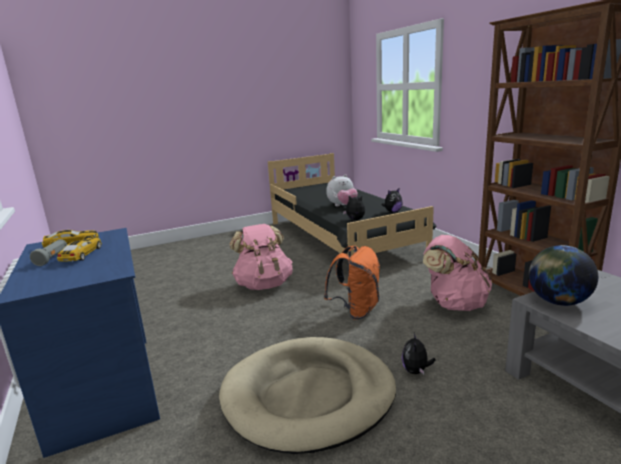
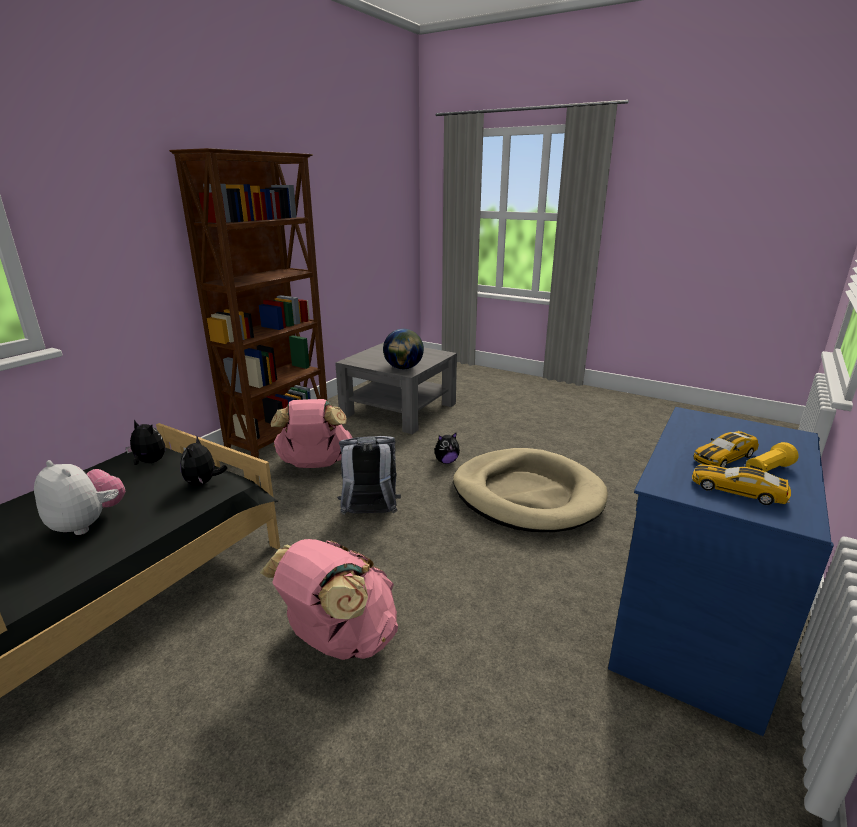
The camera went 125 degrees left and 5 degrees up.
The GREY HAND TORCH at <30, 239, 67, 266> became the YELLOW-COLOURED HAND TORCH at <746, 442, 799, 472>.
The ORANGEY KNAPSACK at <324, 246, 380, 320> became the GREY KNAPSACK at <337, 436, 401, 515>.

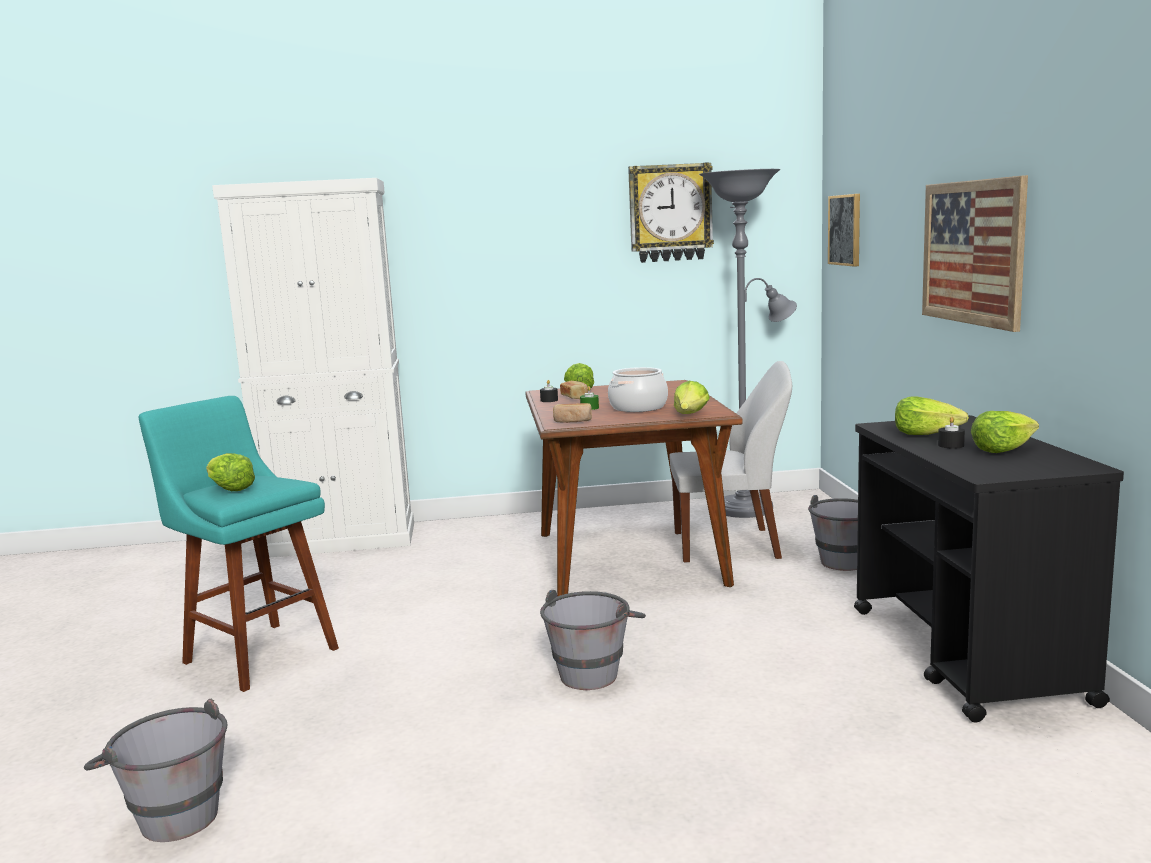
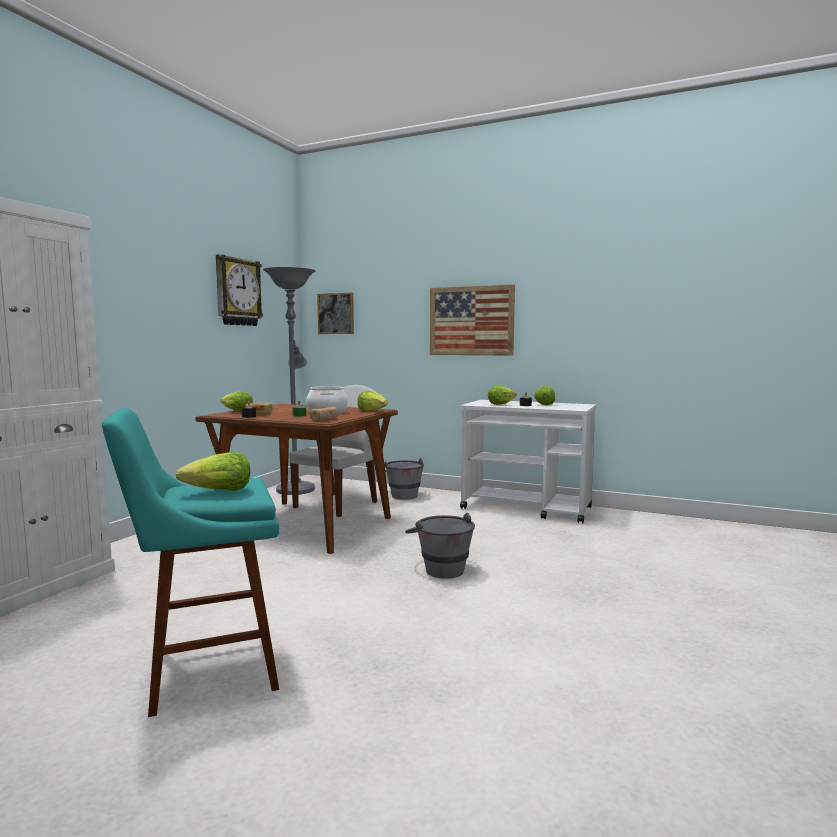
The camera went 60 degrees left and 5 degrees down.
The GREY PAIL at <84, 699, 227, 842> disappeared.
The BLACK CART at <854, 415, 1124, 723> became the WHITISH CART at <460, 400, 596, 524>.

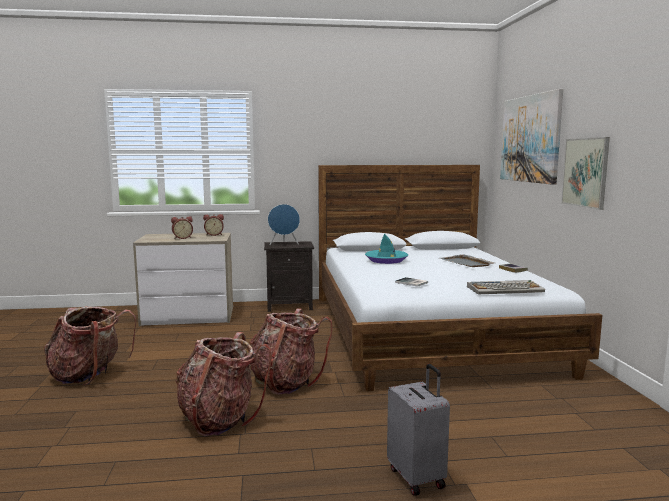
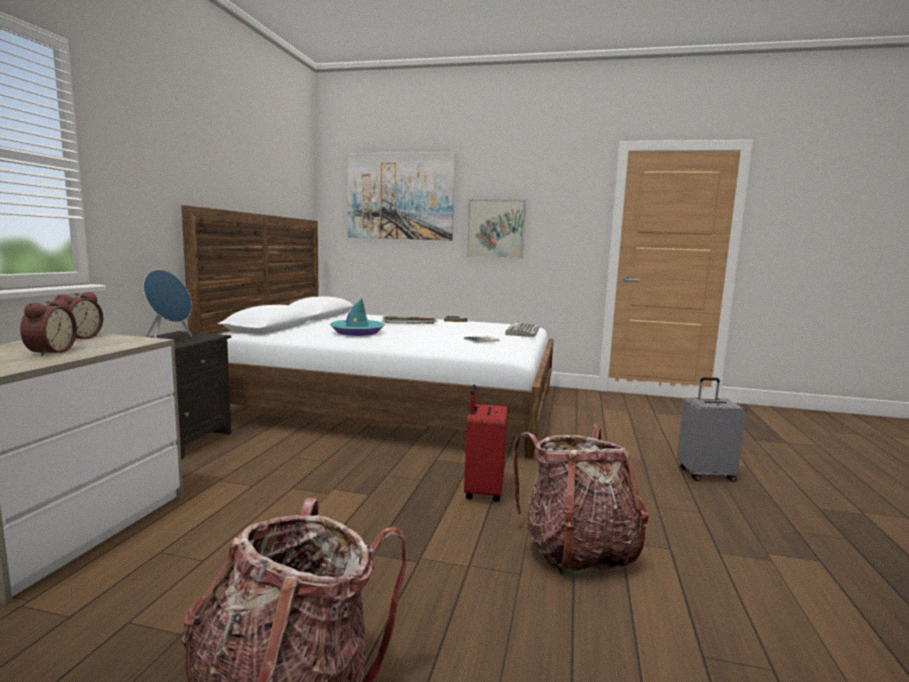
The camera went 70 degrees left and 0 degrees up.
The KNAPSACK at <250, 308, 332, 395> was replaced by the RED PIECE OF LUGGAGE at <464, 385, 508, 502>.

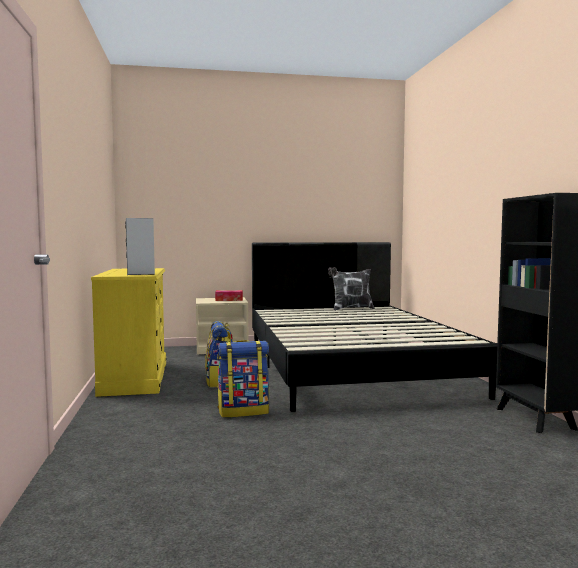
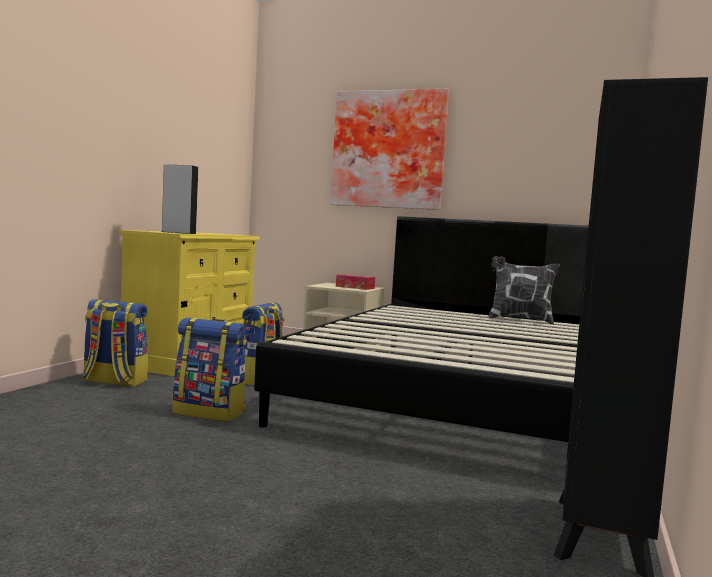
The camera went 30 degrees right and 0 degrees up.
The KNAPSACK at <82, 300, 148, 387> appeared.
The WALL PICTURE at <331, 89, 449, 210> appeared.

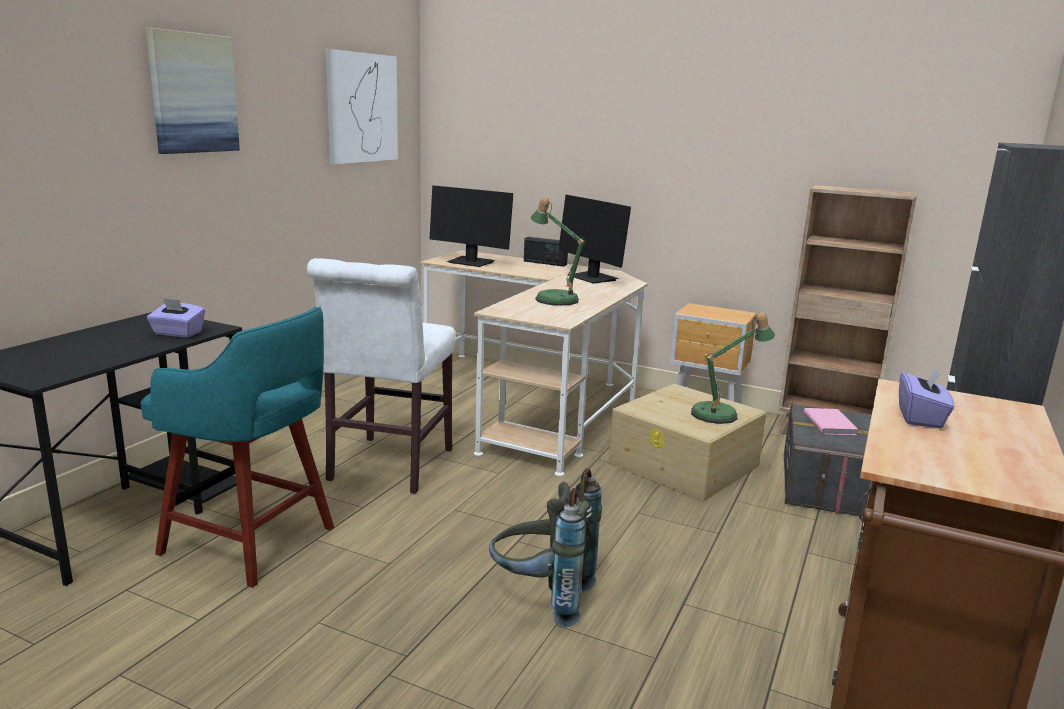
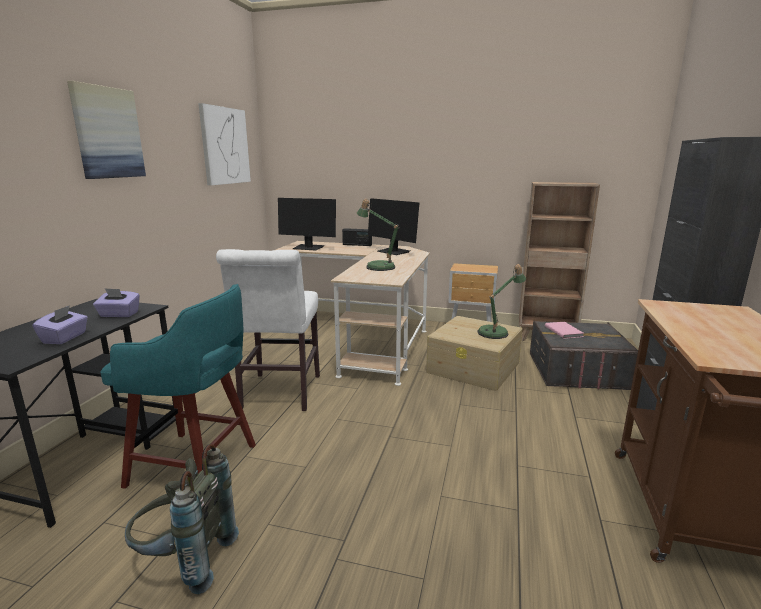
The camera went 10 degrees left and 0 degrees up.
The GREY KNAPSACK moved from <489, 468, 602, 627> to <125, 444, 239, 595>.
The PURPLE BOX OF TISSUES moved from <899, 367, 954, 428> to <33, 305, 88, 344>.

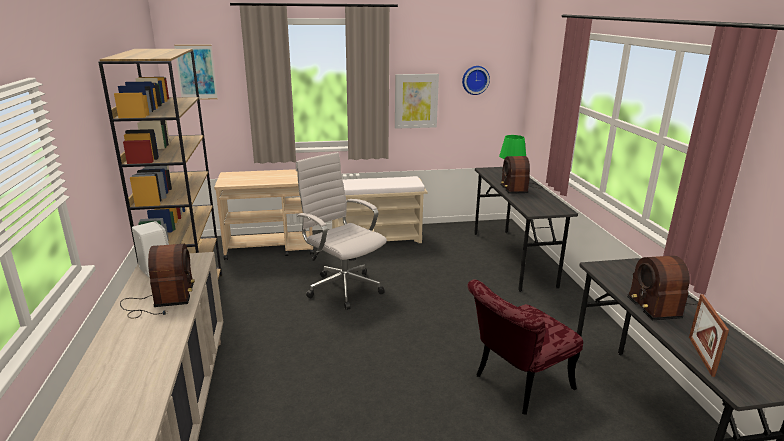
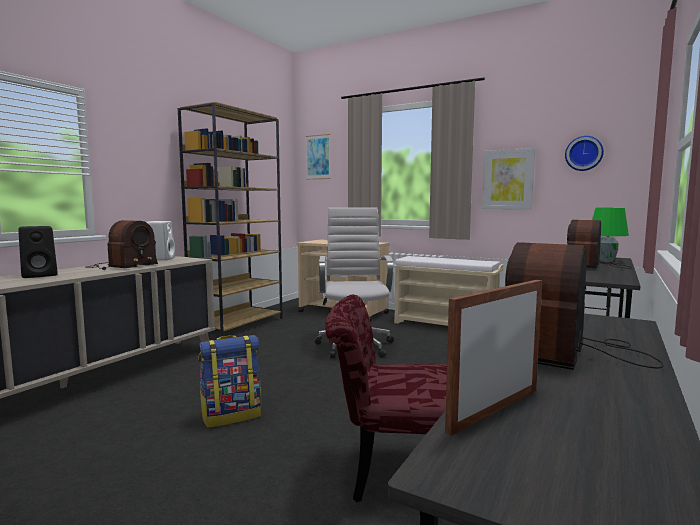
The camera went 40 degrees right and 15 degrees down.
The BLACK LOUDSPEAKER at <18, 226, 58, 278> appeared.
The KNAPSACK at <198, 335, 261, 428> appeared.

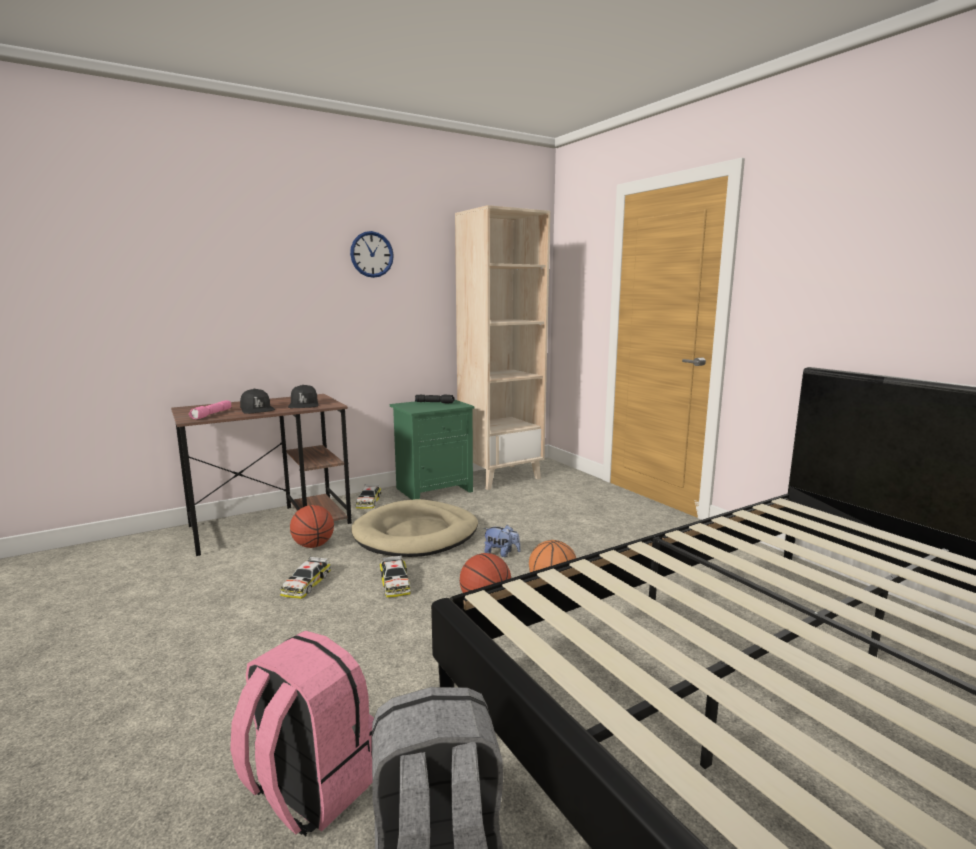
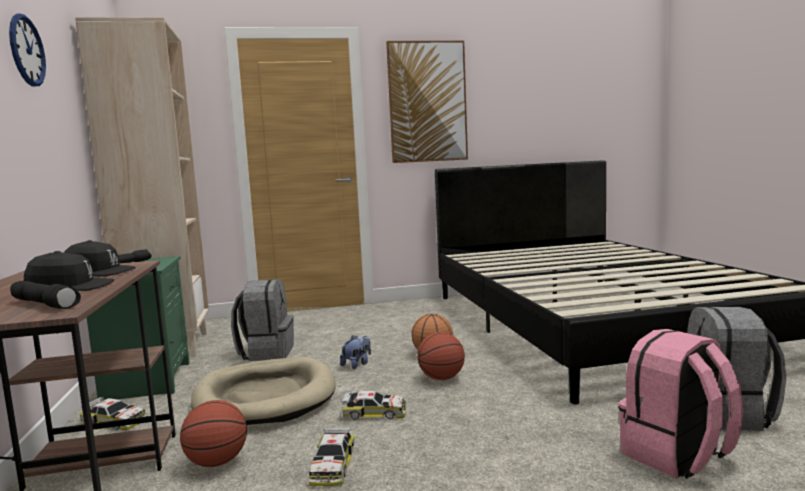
The camera went 70 degrees left and 5 degrees down.
The GREY KNAPSACK at <231, 279, 294, 361> appeared.
The WALL PICTURE at <386, 41, 468, 163> appeared.
The PINK HAND TORCH at <189, 400, 231, 419> became the BLACK HAND TORCH at <10, 281, 81, 309>.
The MINIATURE CAR at <280, 556, 331, 599> turned 60 degrees clockwise.

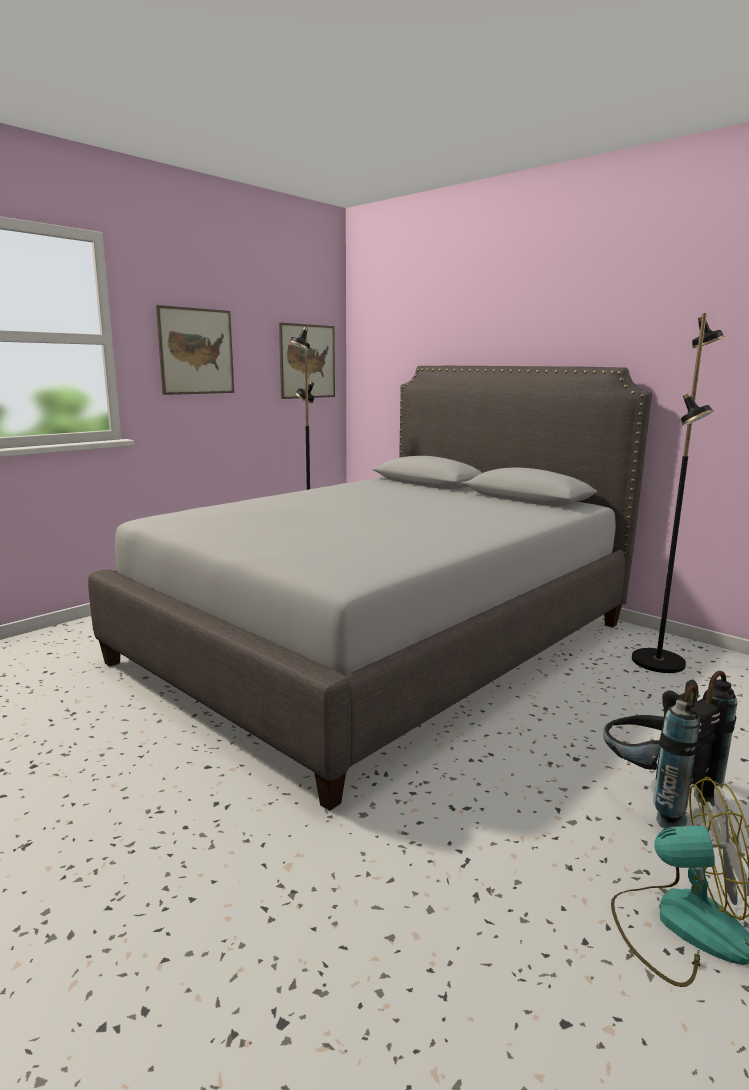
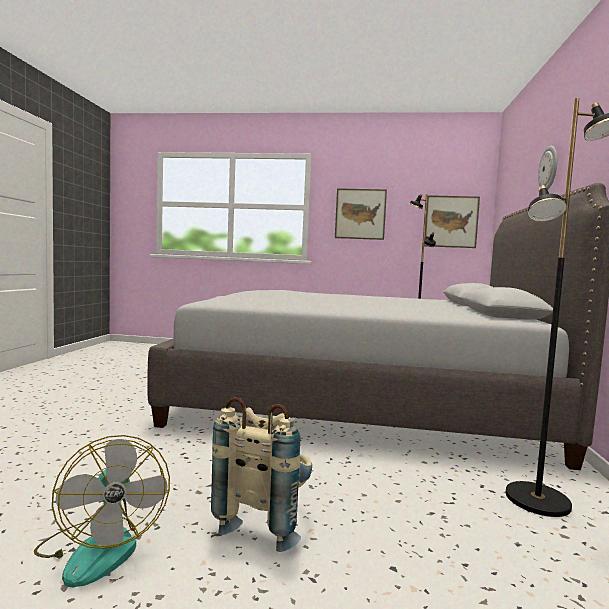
The camera went 55 degrees right and 10 degrees down.
The HANGING CLOCK at <538, 146, 557, 189> appeared.
The BLACK KNAPSACK at <603, 671, 737, 829> became the SAND-COLOURED KNAPSACK at <211, 397, 312, 552>.

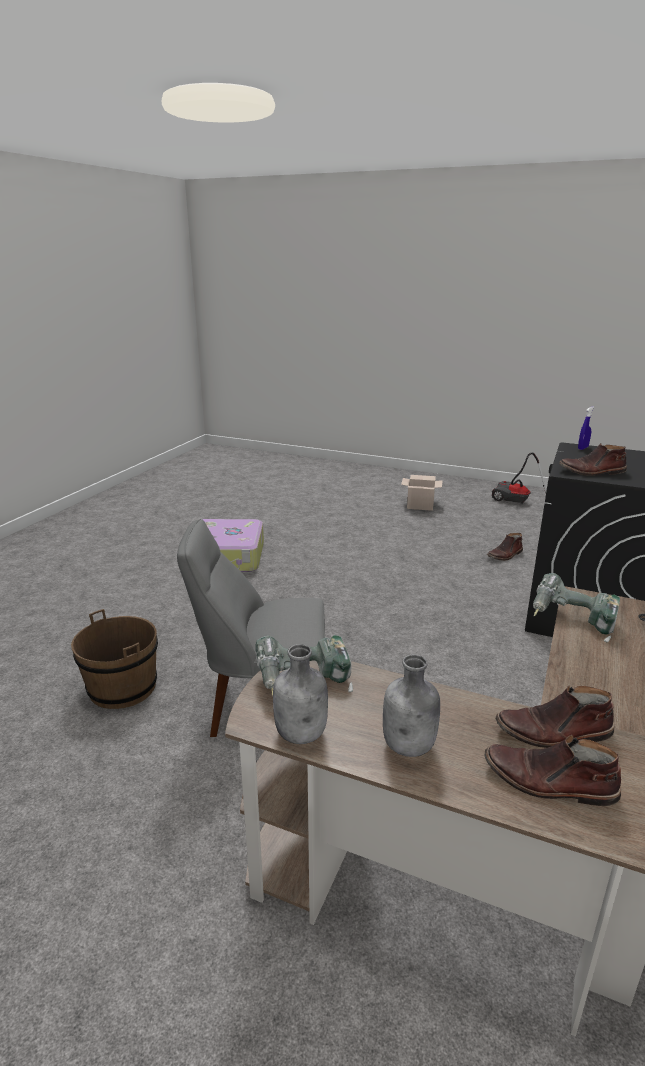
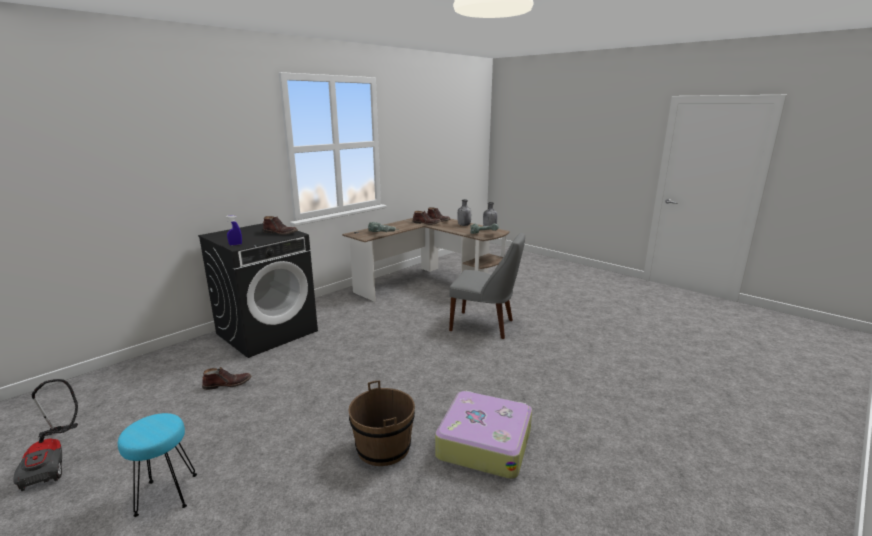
The camera went 160 degrees left and 5 degrees down.
The BROWN PAIL moved from <71, 609, 158, 709> to <349, 380, 415, 466>.
The CARDBOARD BOX at <401, 475, 443, 511> was replaced by the BLUE-GREEN SITTING STOOL at <118, 413, 197, 517>.

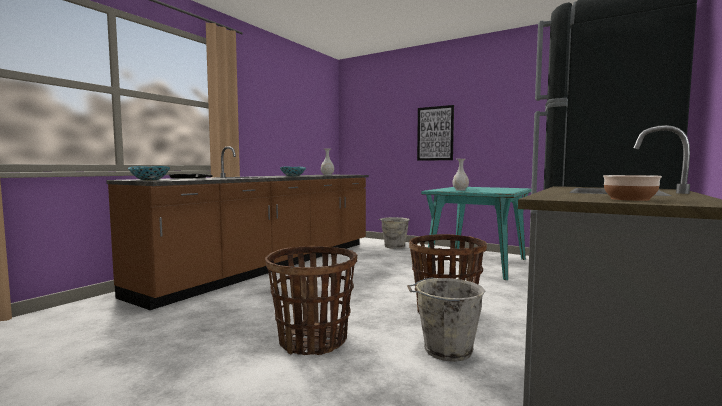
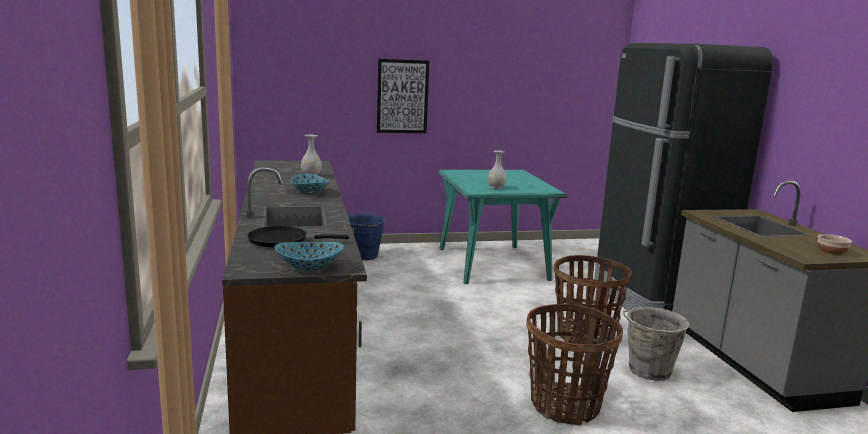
The camera went 45 degrees left and 10 degrees up.
The GREY PAIL at <379, 217, 410, 249> became the BLUE-COLOURED PAIL at <348, 214, 387, 260>.

